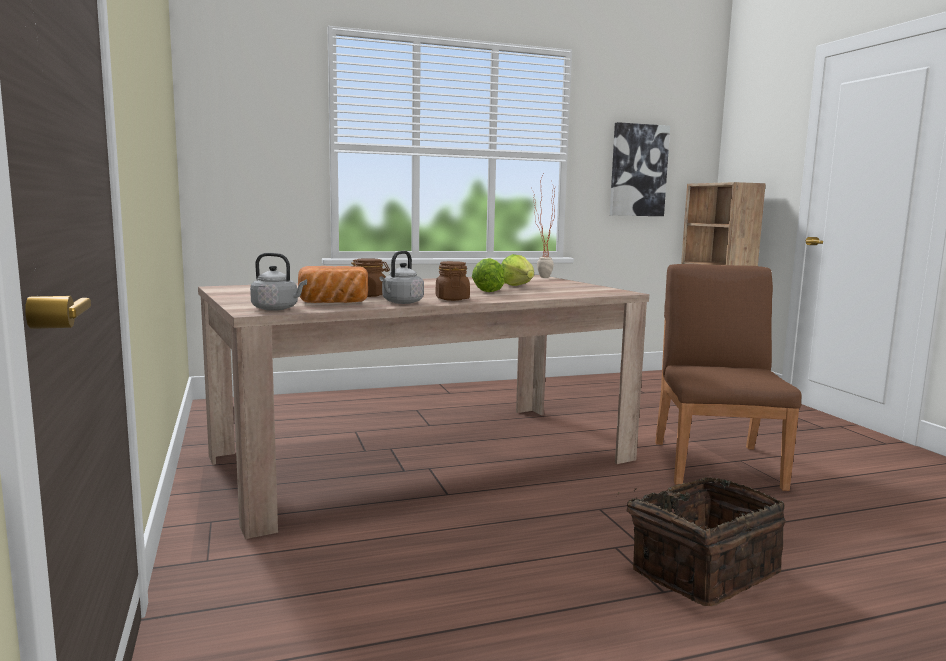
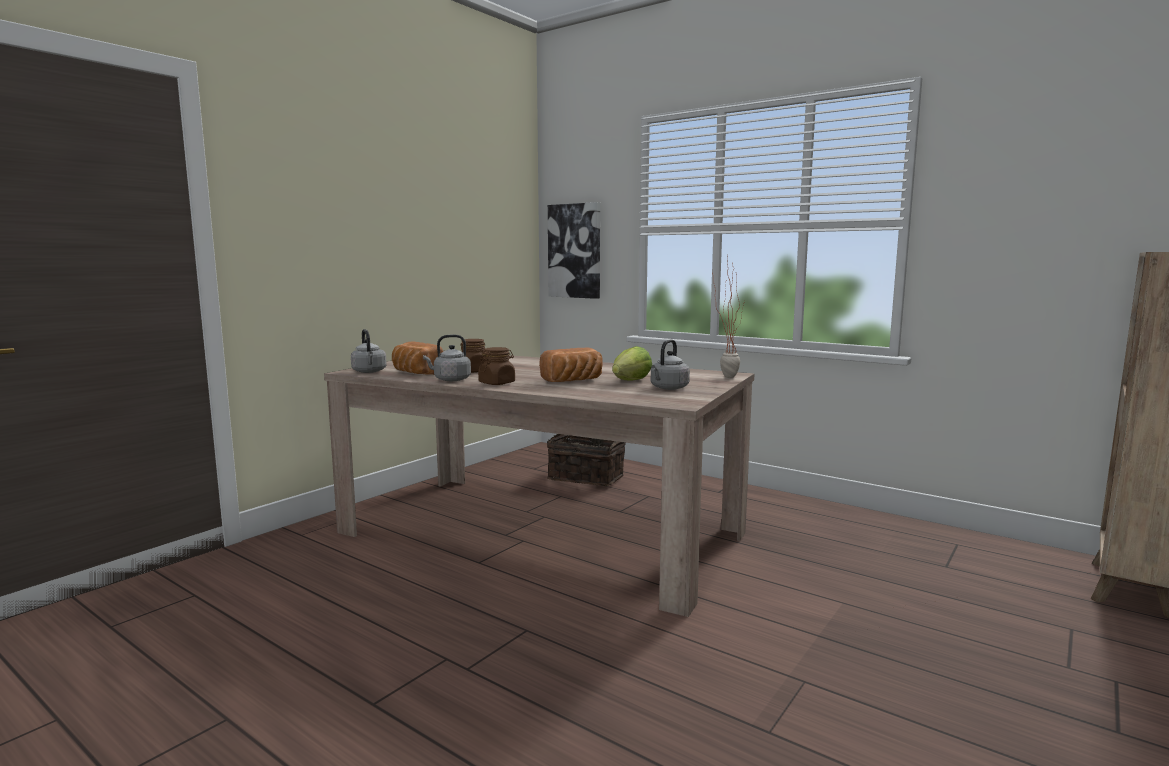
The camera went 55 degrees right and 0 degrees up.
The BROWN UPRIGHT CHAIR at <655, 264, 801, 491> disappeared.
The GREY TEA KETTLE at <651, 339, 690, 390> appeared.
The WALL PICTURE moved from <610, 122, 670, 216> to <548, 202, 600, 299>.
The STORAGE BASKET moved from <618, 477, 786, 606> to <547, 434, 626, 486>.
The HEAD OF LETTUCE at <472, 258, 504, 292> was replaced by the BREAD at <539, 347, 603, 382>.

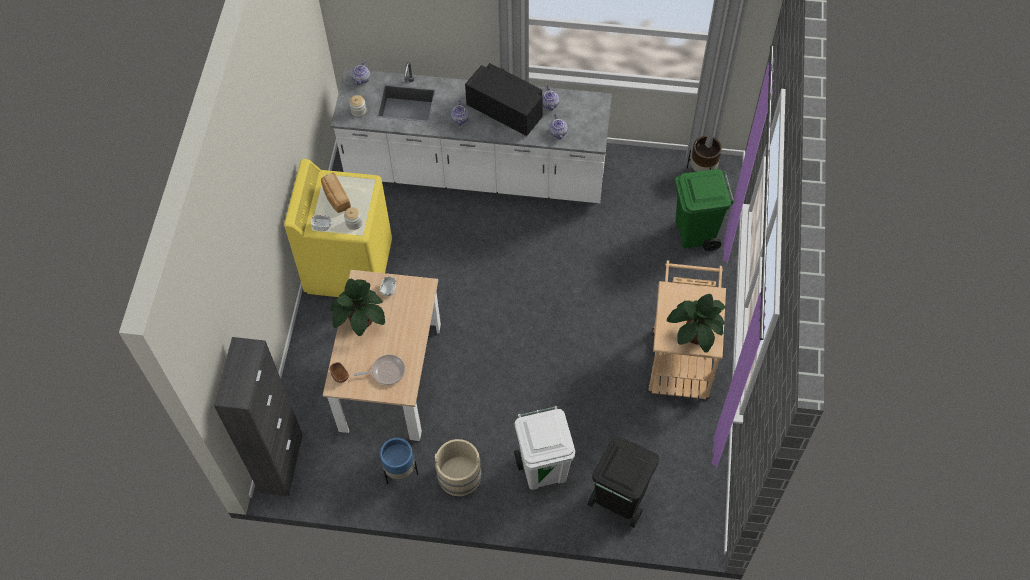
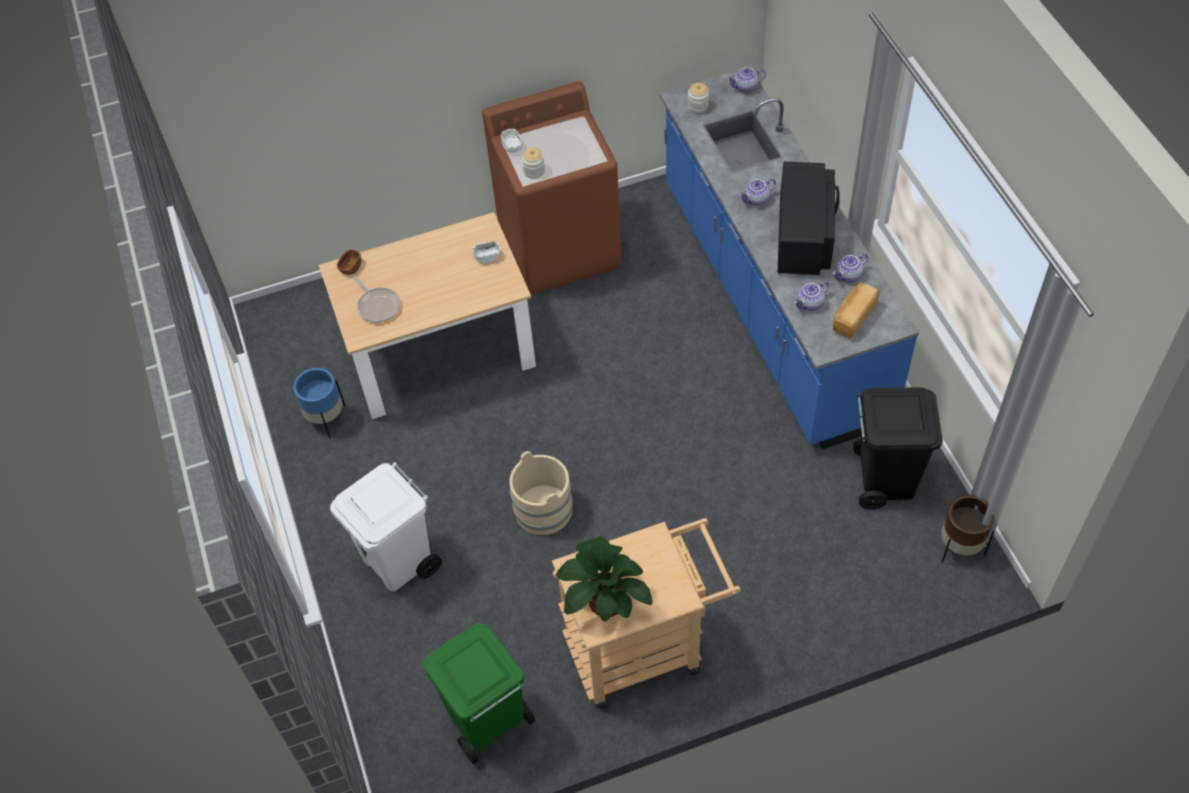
The camera went 65 degrees right and 5 degrees down.
The BLACK CABINET at <214, 337, 303, 496> disappeared.
The POTTED PLANT at <330, 279, 385, 336> disappeared.
The BREAD moved from <321, 172, 351, 213> to <833, 283, 880, 339>.
The SAND-COLOURED PAIL moved from <435, 439, 482, 496> to <509, 451, 573, 535>.
The BLACK RUBBISH BIN moved from <588, 436, 659, 528> to <853, 387, 943, 509>.
The GREEN-COLOURED RUBBISH BIN moved from <674, 169, 735, 251> to <422, 623, 535, 764>.
The YELLOW-COLOURED LAUNDRY APPLIANCE at <284, 159, 392, 297> became the BROWN LAUNDRY APPLIANCE at <482, 81, 621, 294>.
The WHITISH KITCHEN COUNTER at <331, 62, 612, 203> became the BLUE-COLOURED KITCHEN COUNTER at <660, 70, 919, 450>.

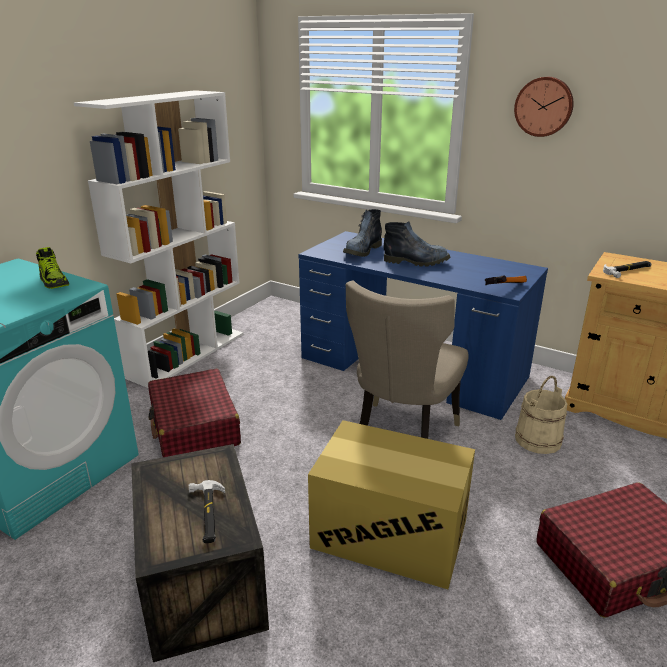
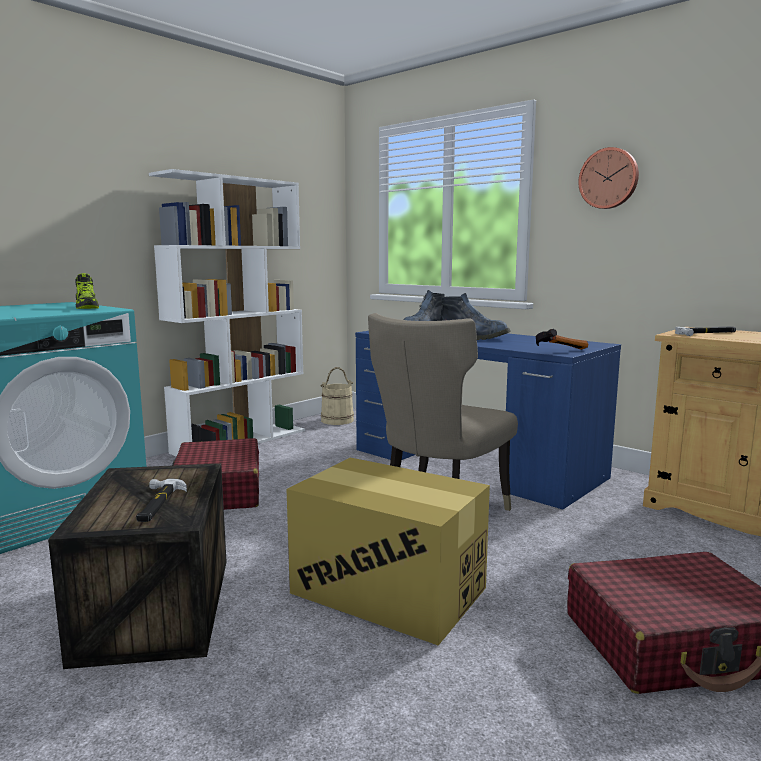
The camera went 10 degrees right and 15 degrees down.
The SAND-COLOURED PAIL moved from <515, 376, 567, 454> to <320, 367, 354, 425>.

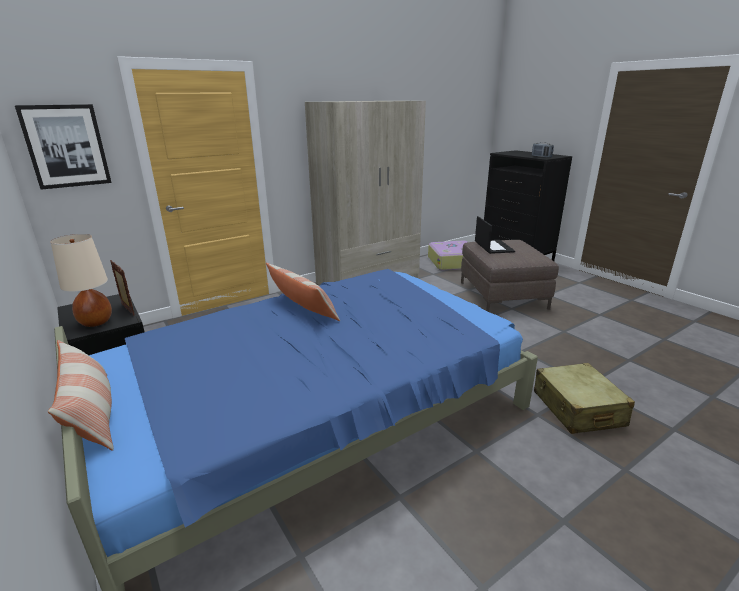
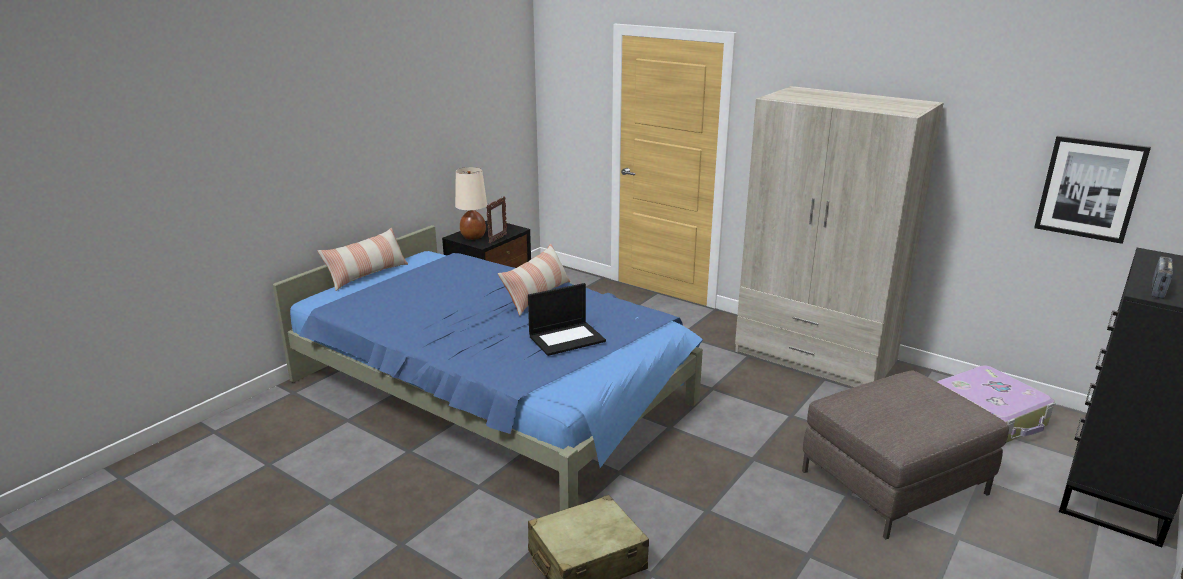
The camera went 70 degrees right and 0 degrees up.
The WALL PICTURE moved from <15, 104, 112, 190> to <1034, 136, 1151, 244>.
The NOTEBOOK COMPUTER moved from <475, 216, 515, 254> to <528, 283, 606, 356>.

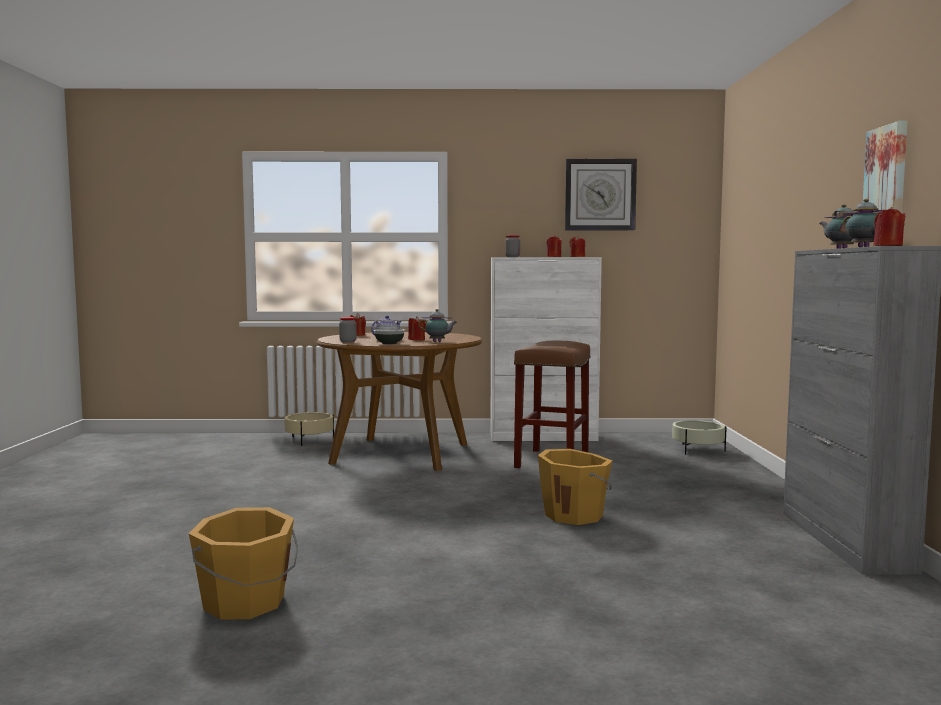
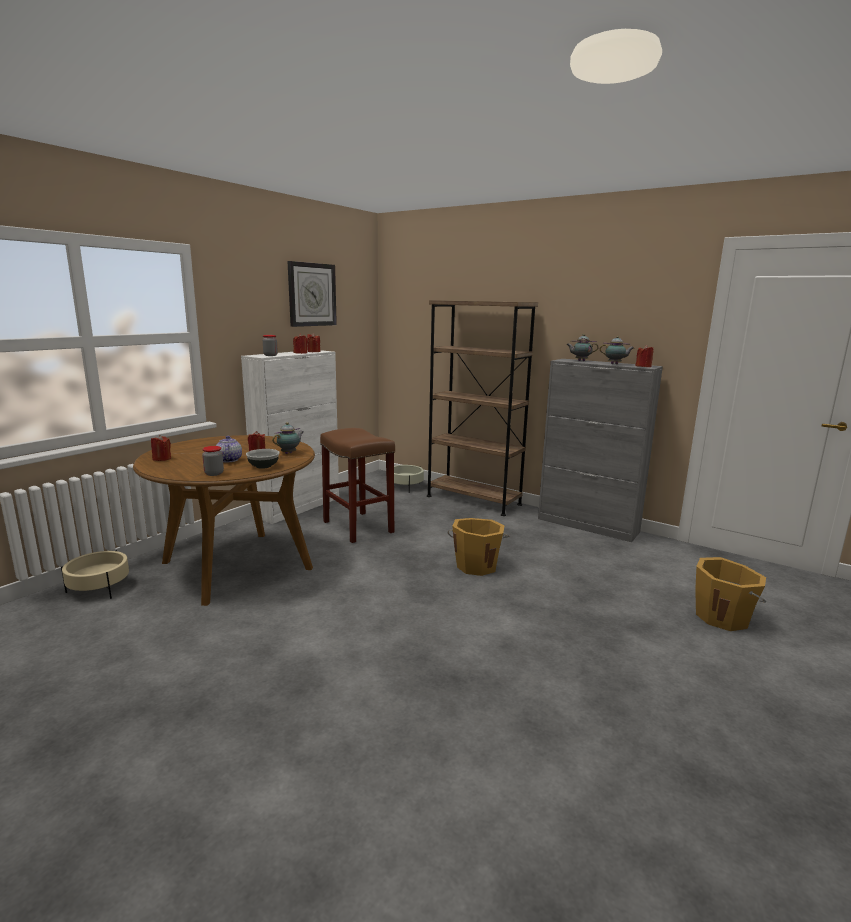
The camera went 55 degrees left and 10 degrees up.
The WALL PICTURE at <863, 121, 908, 214> disappeared.
The BROWN BOOKSHELF at <427, 300, 538, 516> appeared.
The ORANGEY PAIL moved from <189, 507, 298, 620> to <695, 557, 766, 631>.

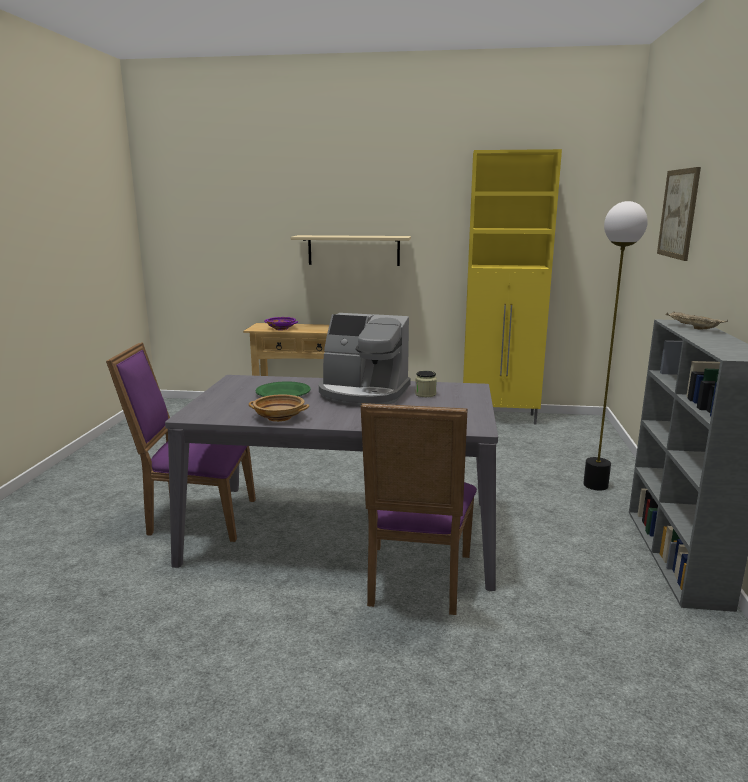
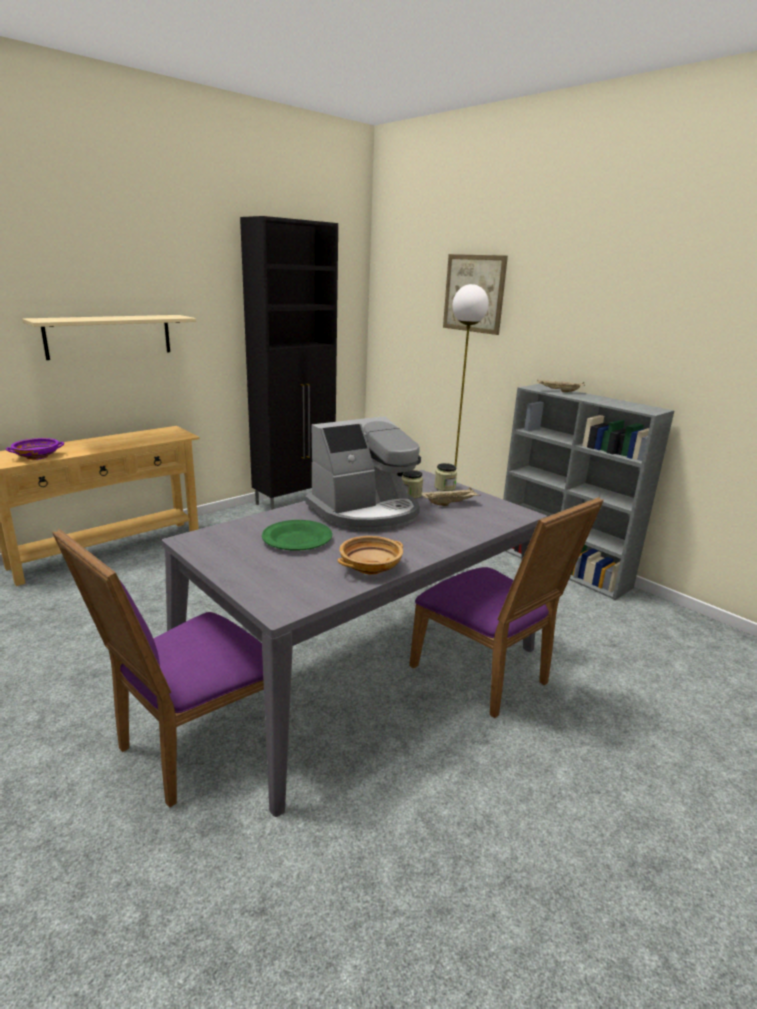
The camera went 50 degrees left and 5 degrees up.
The SAND-COLOURED CARRYING TRAY at <421, 487, 480, 506> appeared.
The JAR at <434, 463, 457, 491> appeared.
The YELLOW-COLOURED CABINET at <463, 149, 562, 425> became the BLACK CABINET at <240, 216, 338, 510>.

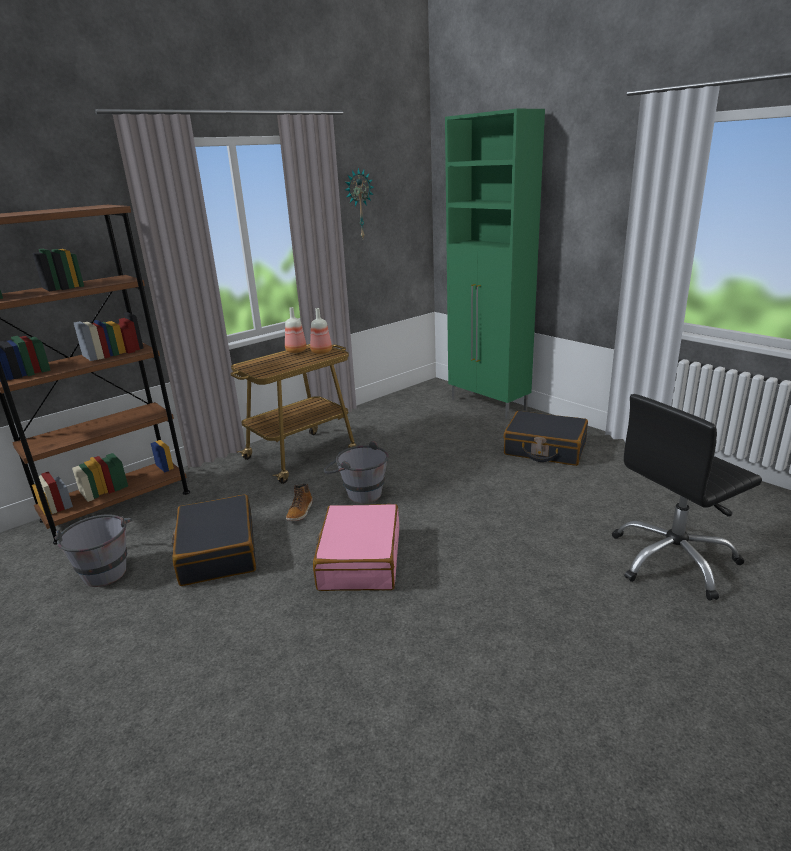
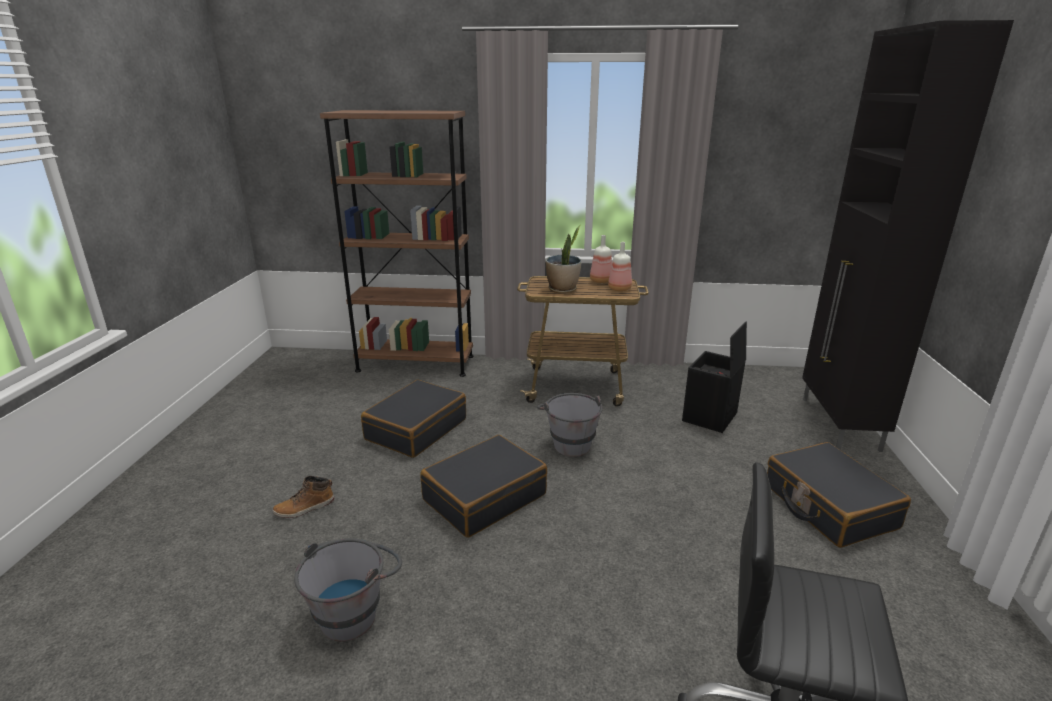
The camera went 45 degrees right and 0 degrees up.
The HANGING CLOCK at <345, 168, 374, 238> disappeared.
The POTTED PLANT at <545, 225, 581, 294> appeared.
The BLACK STORAGE BOX at <682, 321, 747, 433> appeared.
The GREY PAIL moved from <54, 514, 132, 587> to <294, 538, 402, 641>.
The HIGH-TOP BOOT moved from <286, 484, 313, 521> to <273, 476, 334, 518>.
The PINK PIECE OF LUGGAGE at <313, 504, 399, 591> became the BLACK PIECE OF LUGGAGE at <421, 435, 547, 537>.
The GREEN-COLOURED CABINET at <445, 109, 545, 419> became the BLACK CABINET at <802, 20, 1014, 452>.

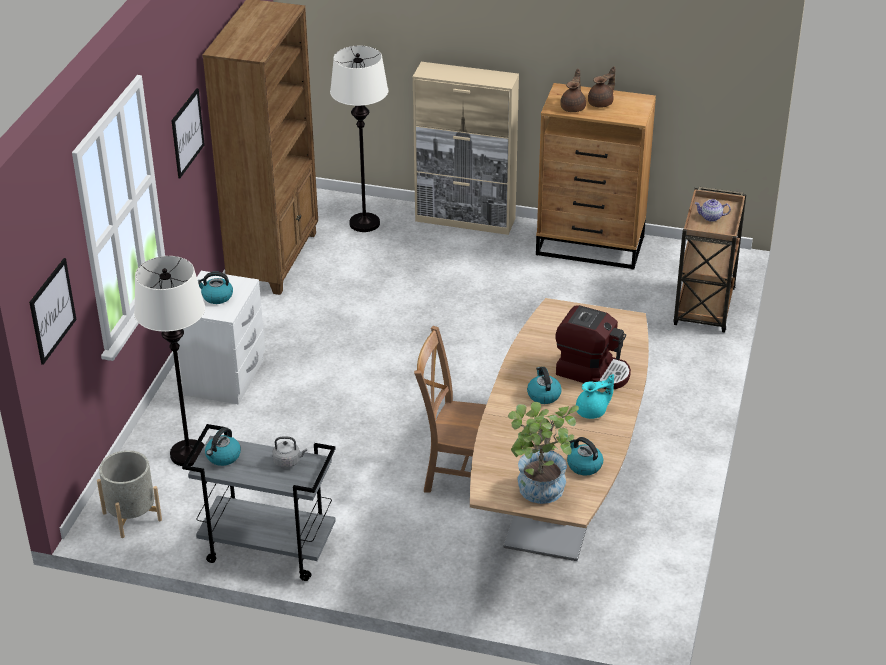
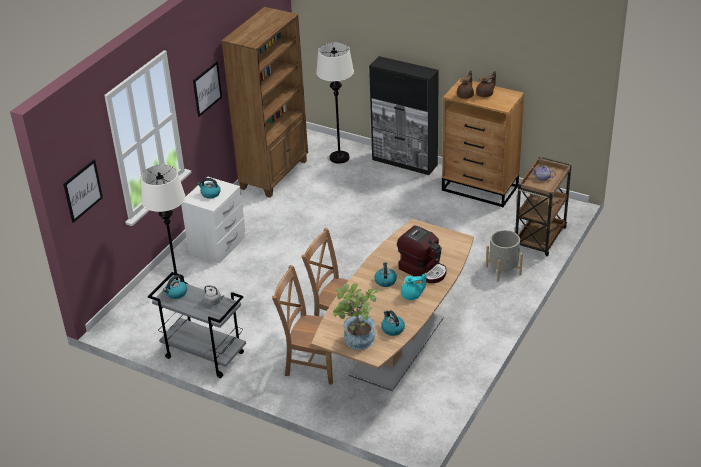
The camera went 15 degrees right and 0 degrees up.
The BROWN UPRIGHT CHAIR at <272, 265, 333, 385> appeared.
The GREY PLANT POT moved from <97, 450, 162, 538> to <486, 230, 523, 282>.
The SAND-COLOURED CABINET at <413, 62, 519, 235> became the BLACK CABINET at <369, 56, 439, 175>.

